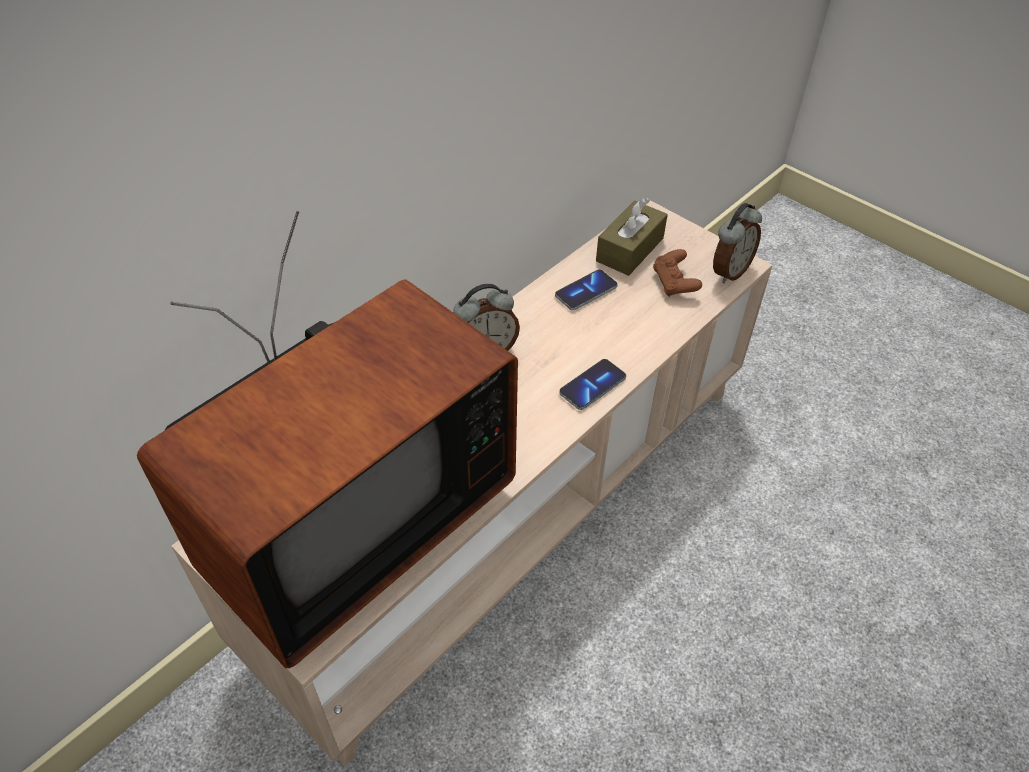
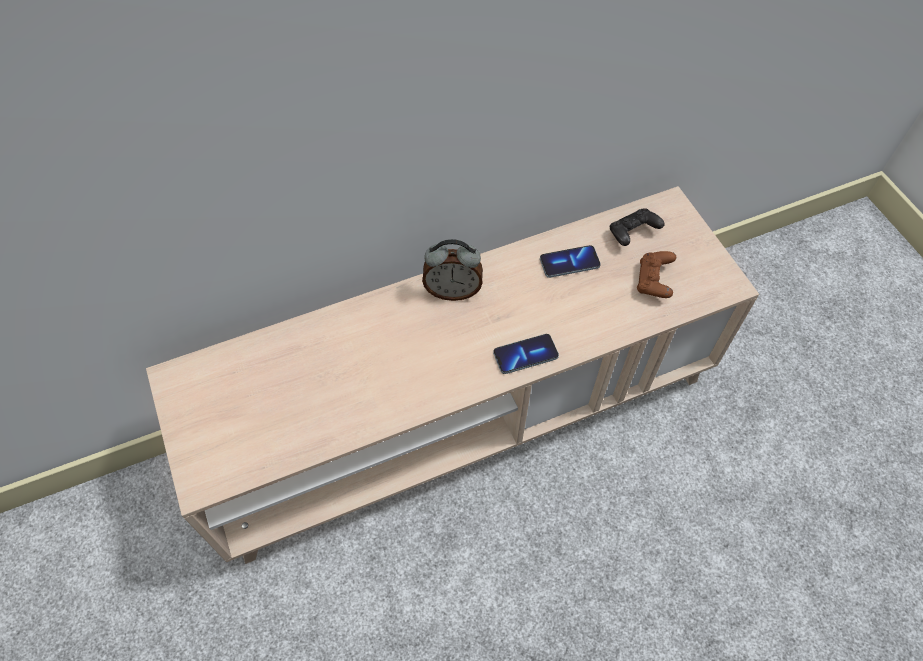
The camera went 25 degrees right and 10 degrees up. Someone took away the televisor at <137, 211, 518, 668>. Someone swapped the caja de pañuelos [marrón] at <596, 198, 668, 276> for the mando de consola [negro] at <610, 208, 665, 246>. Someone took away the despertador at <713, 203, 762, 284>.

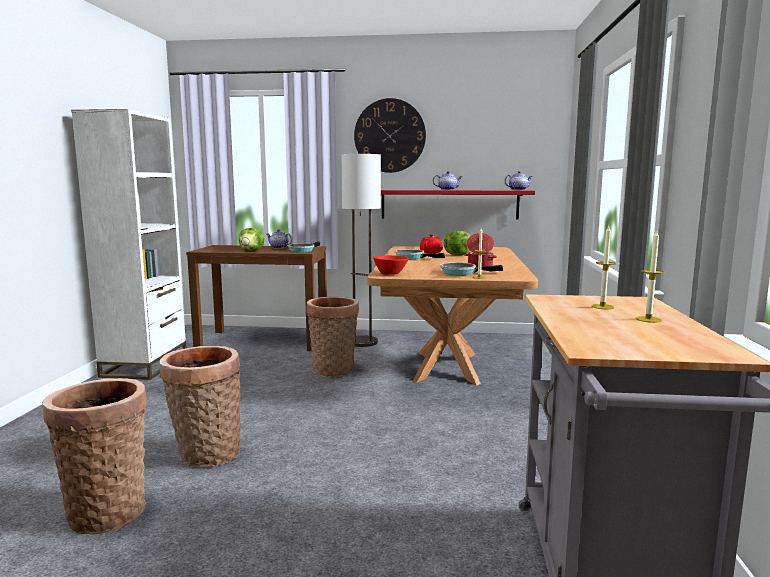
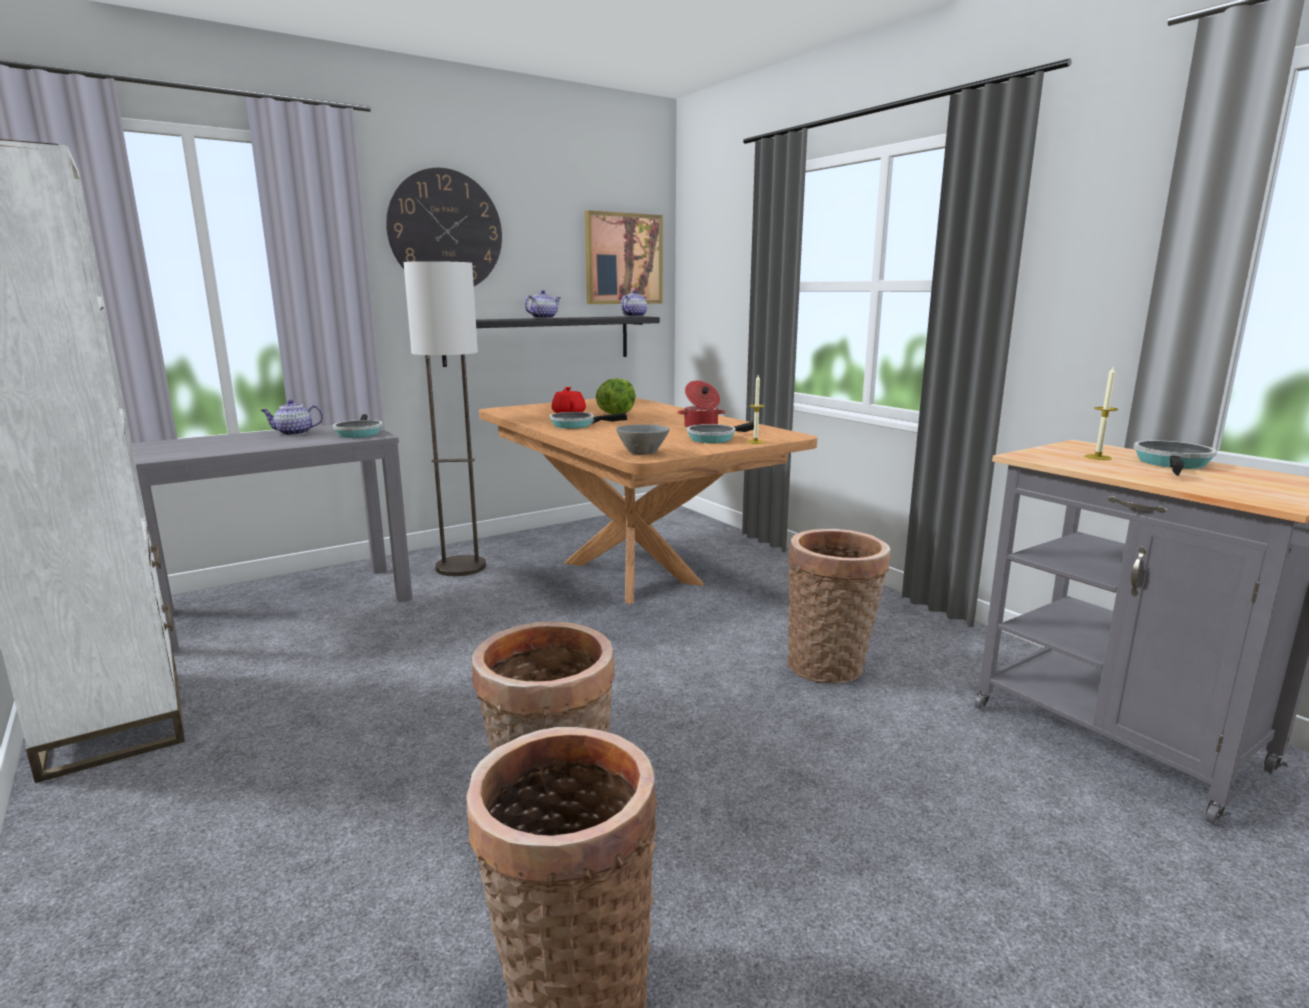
The camera went 40 degrees left and 5 degrees up. Someone repainted the mesa consola [marrón] at <186, 245, 327, 351>, which became the mesa consola [gris] at <132, 425, 413, 652>. Someone took away the lechuga at <239, 228, 264, 251>. Someone carried the cesta from <306, 297, 359, 377> to <787, 529, 891, 684>. Someone repainted the cuenco [rojo] at <373, 255, 408, 275>, which became the cuenco [gris] at <616, 424, 669, 455>. Someone repainted the estante [rojo] at <381, 190, 535, 220>, which became the estante [negro] at <442, 316, 660, 367>. Someone swapped the vela at <635, 230, 664, 323> for the sartén at <1133, 440, 1217, 476>. Someone put up the cuadro at <585, 210, 663, 304>.

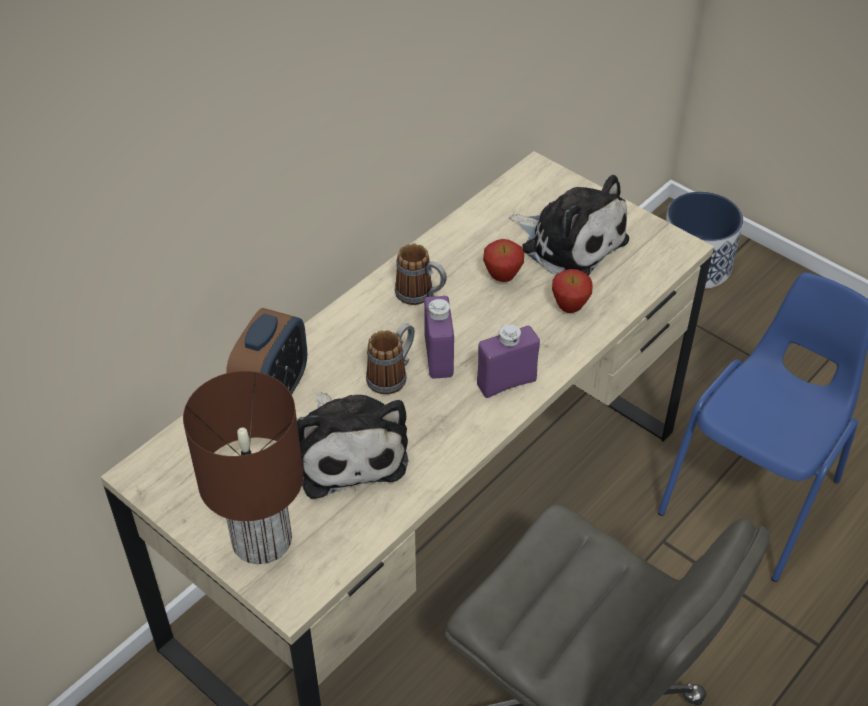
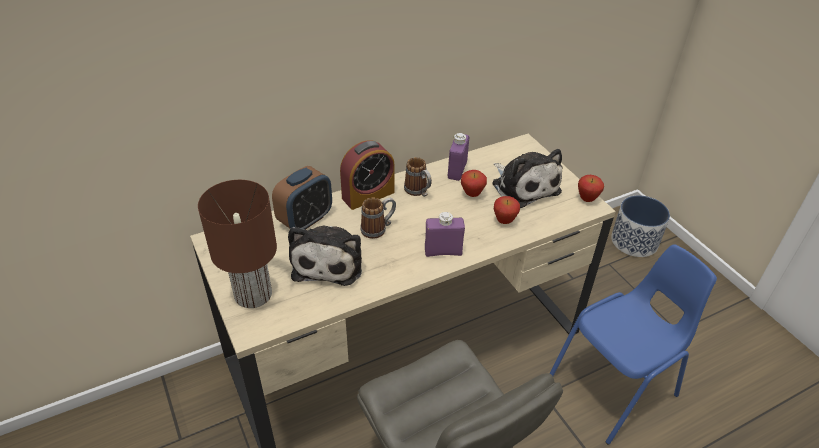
The camera went 20 degrees right and 5 degrees down. Someone carried the botella [morado] from <424, 296, 454, 378> to <448, 133, 469, 181>. Someone put down the despertador at <340, 140, 395, 210>. Someone put down the manzana at <578, 175, 604, 202>.

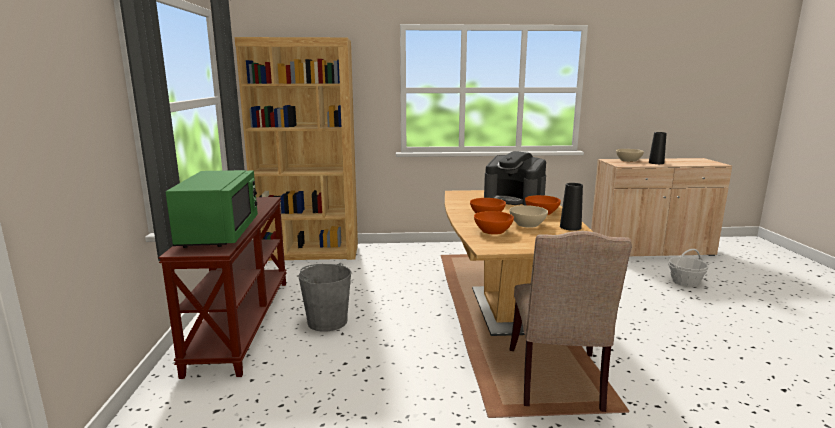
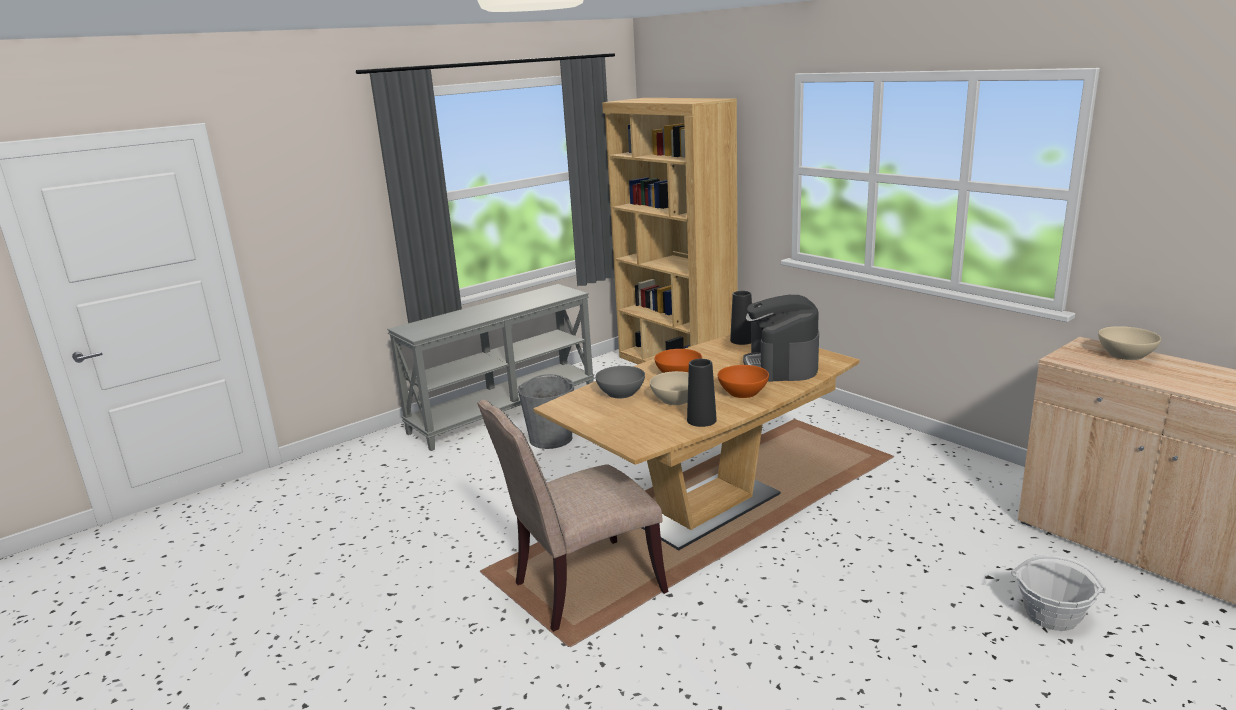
The camera went 55 degrees right and 5 degrees up. Someone repainted the mesa consola [marrón] at <159, 197, 287, 379>, which became the mesa consola [gris] at <387, 284, 595, 451>. Someone took away the microondas [verde] at <166, 170, 258, 248>. Someone repainted the cuenco [naranja] at <474, 211, 514, 235>, which became the cuenco [gris] at <595, 366, 645, 398>. Someone carried the florero [negro] from <649, 132, 667, 164> to <730, 291, 752, 345>.

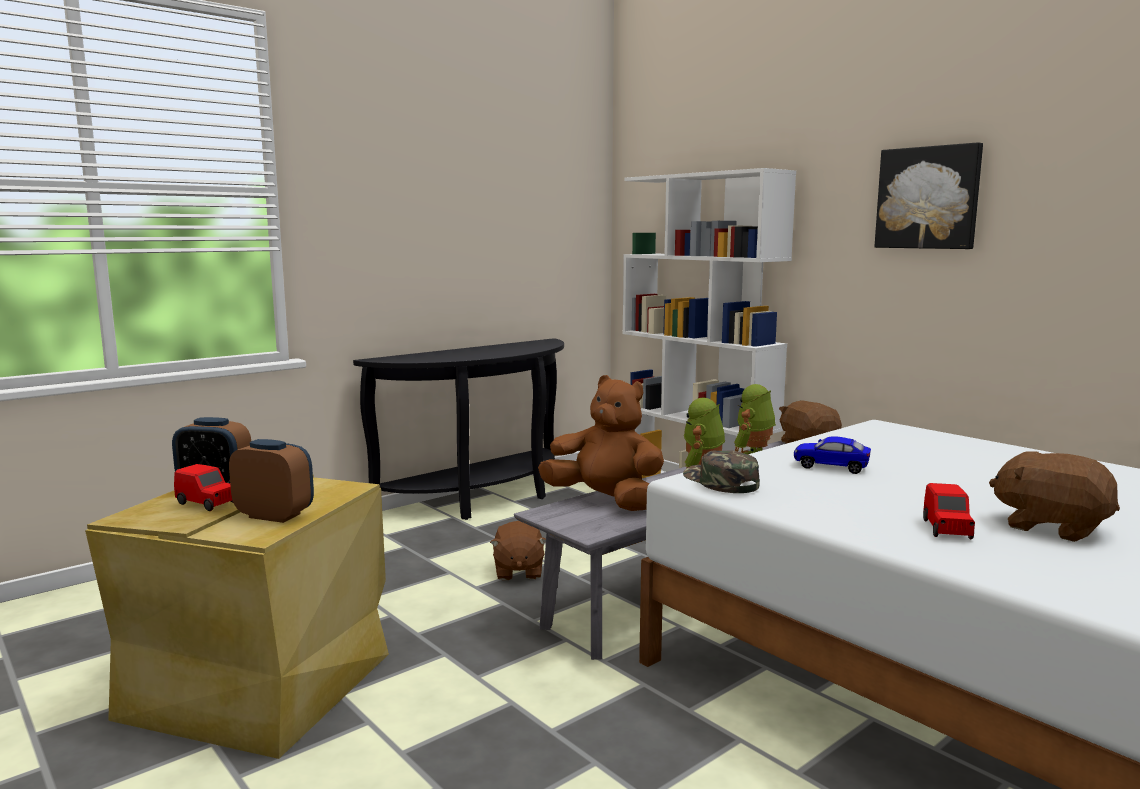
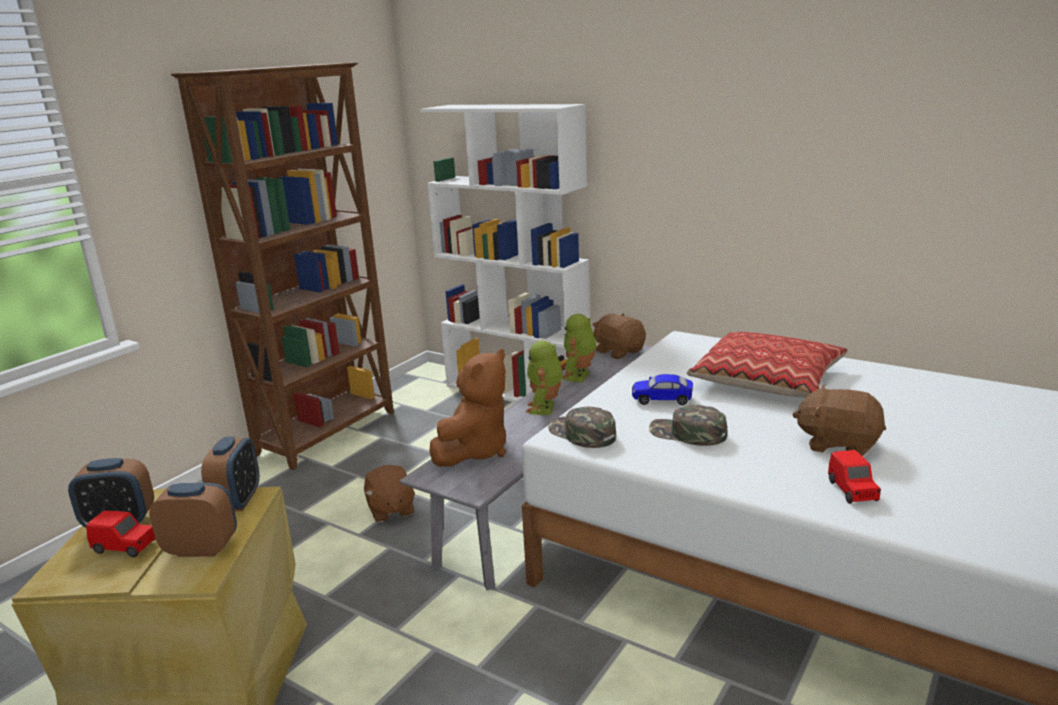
The camera went 15 degrees left and 10 degrees up. Someone swapped the mesa consola [negro] at <353, 338, 564, 520> for the estantería [marrón] at <171, 63, 394, 470>. Someone rotated the peluche [marrón] at <538, 375, 664, 511> by 105 degrees clockwise. Someone took away the cuadro at <875, 142, 983, 249>. Someone carried the coche de juguete [rojo] from <923, 483, 975, 539> to <828, 450, 881, 504>. Someone put down the despertador at <201, 437, 259, 511>. Someone put down the gorra [verde] at <649, 405, 727, 446>. Someone put down the cojín at <687, 332, 848, 398>.

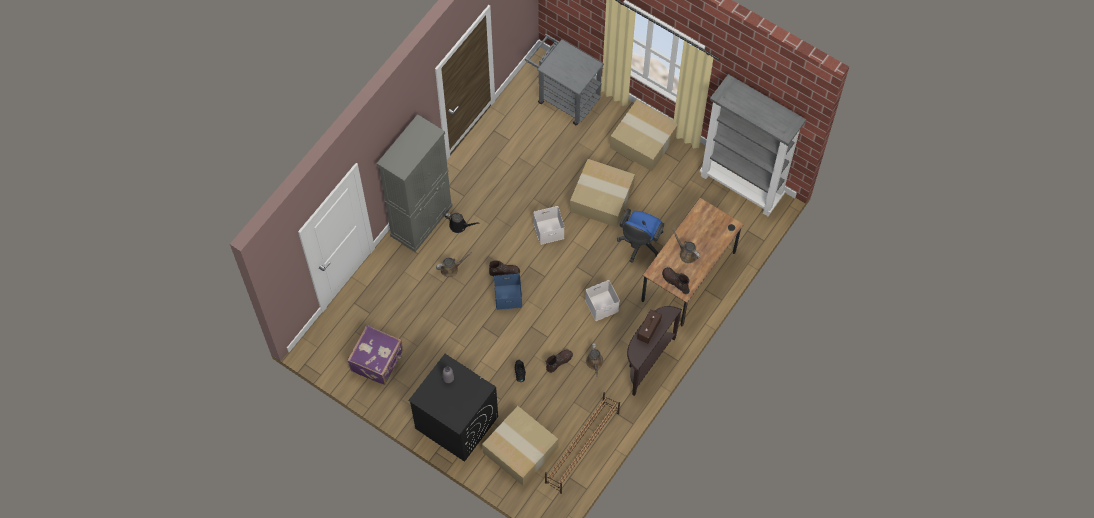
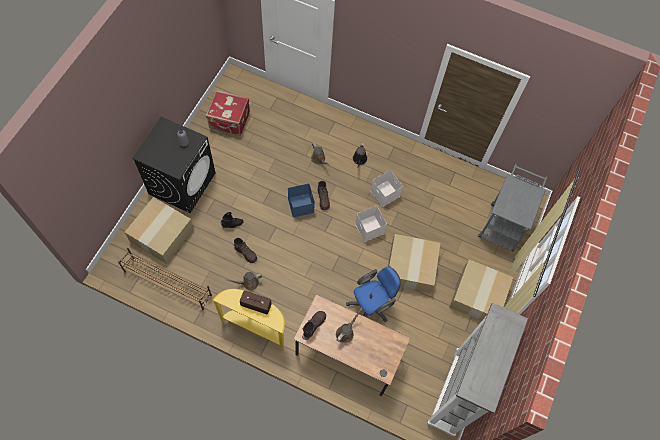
The camera went 75 degrees right and 0 degrees up. Someone repainted the maleta [morado] at <347, 325, 403, 385>, which became the maleta [rojo] at <206, 90, 250, 136>. Someone took away the armario [gris] at <377, 114, 453, 252>. Someone carried the caja de almacenaje [blanco] from <585, 280, 620, 321> to <370, 170, 403, 207>. Someone rotated the silla de oficina [azul] at <617, 209, 664, 263> by 135 degrees clockwise. Someone repainted the mesa consola [marrón] at <627, 306, 682, 396>, which became the mesa consola [amarillo] at <213, 289, 285, 350>.

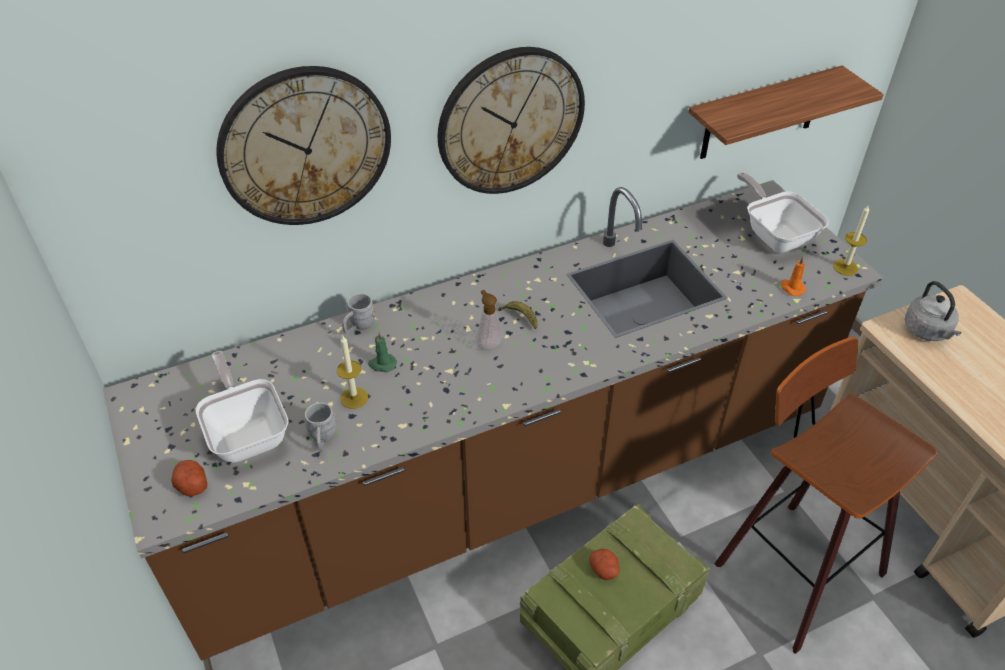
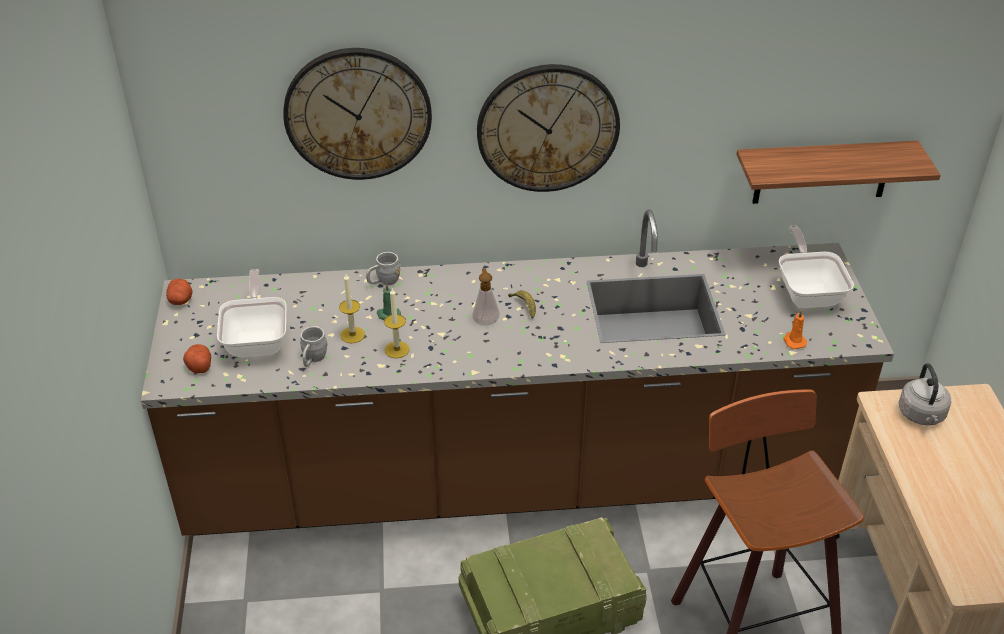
The camera went 20 degrees right and 5 degrees down. Someone carried the patata from <589, 549, 620, 580> to <166, 279, 193, 305>. Someone carried the vela from <833, 204, 869, 276> to <384, 288, 410, 358>.

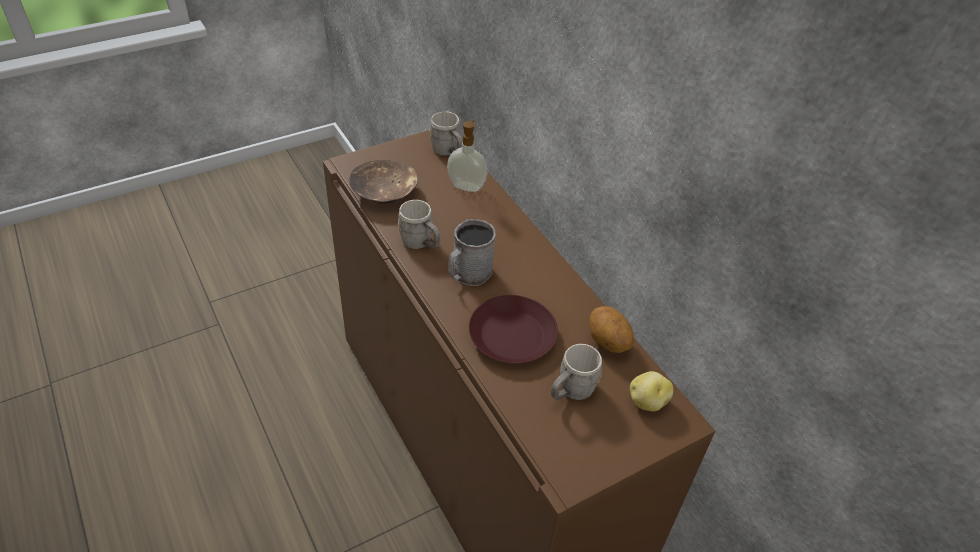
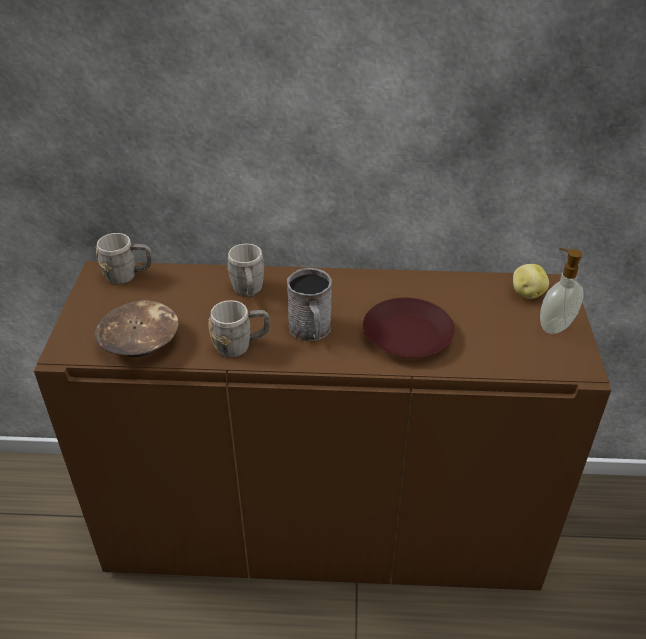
The camera went 55 degrees left and 5 degrees down. Someone carried the dispensador de jabón from <447, 119, 487, 192> to <540, 248, 584, 334>. Someone carried the taza grande [gris] from <551, 344, 602, 400> to <227, 244, 264, 297>. Someone took away the patata at <589, 306, 634, 353>.

